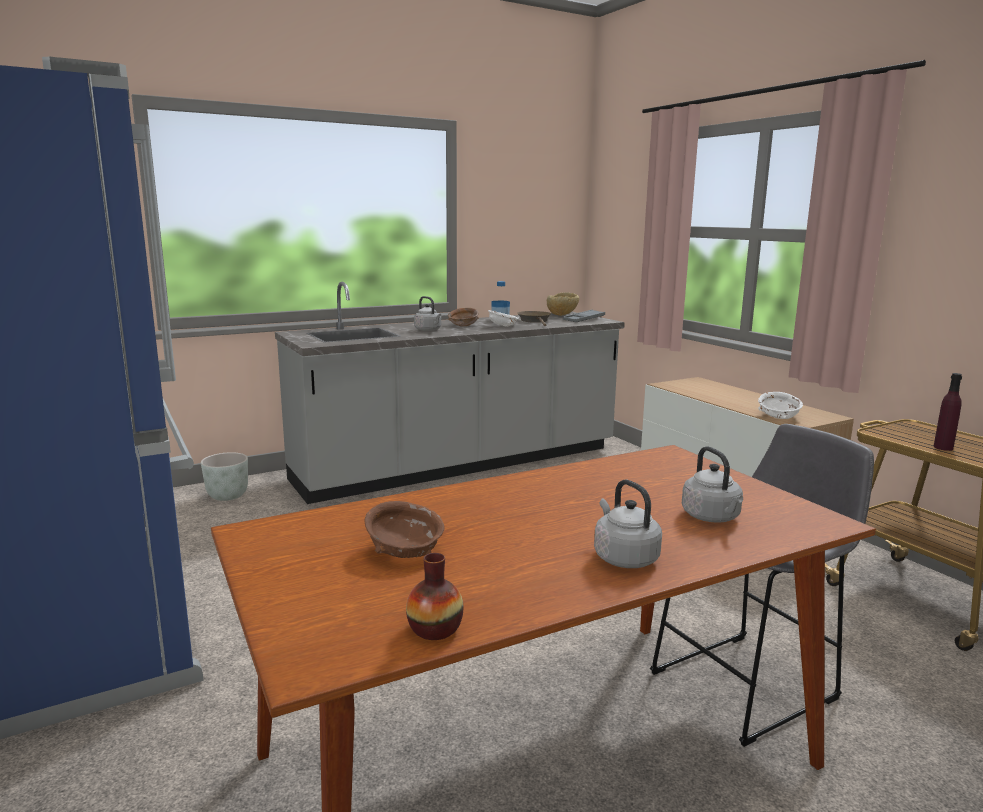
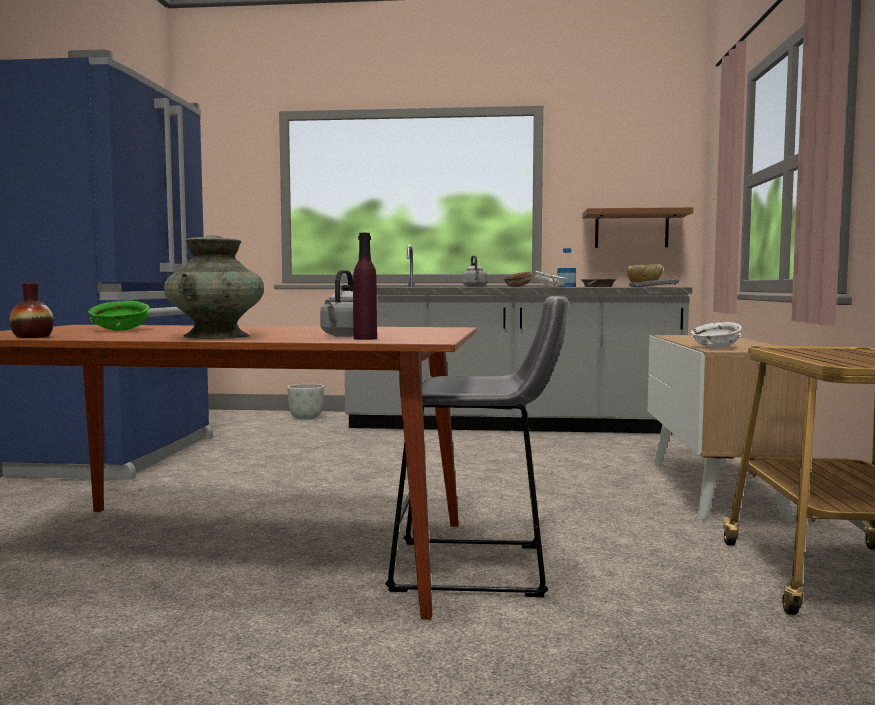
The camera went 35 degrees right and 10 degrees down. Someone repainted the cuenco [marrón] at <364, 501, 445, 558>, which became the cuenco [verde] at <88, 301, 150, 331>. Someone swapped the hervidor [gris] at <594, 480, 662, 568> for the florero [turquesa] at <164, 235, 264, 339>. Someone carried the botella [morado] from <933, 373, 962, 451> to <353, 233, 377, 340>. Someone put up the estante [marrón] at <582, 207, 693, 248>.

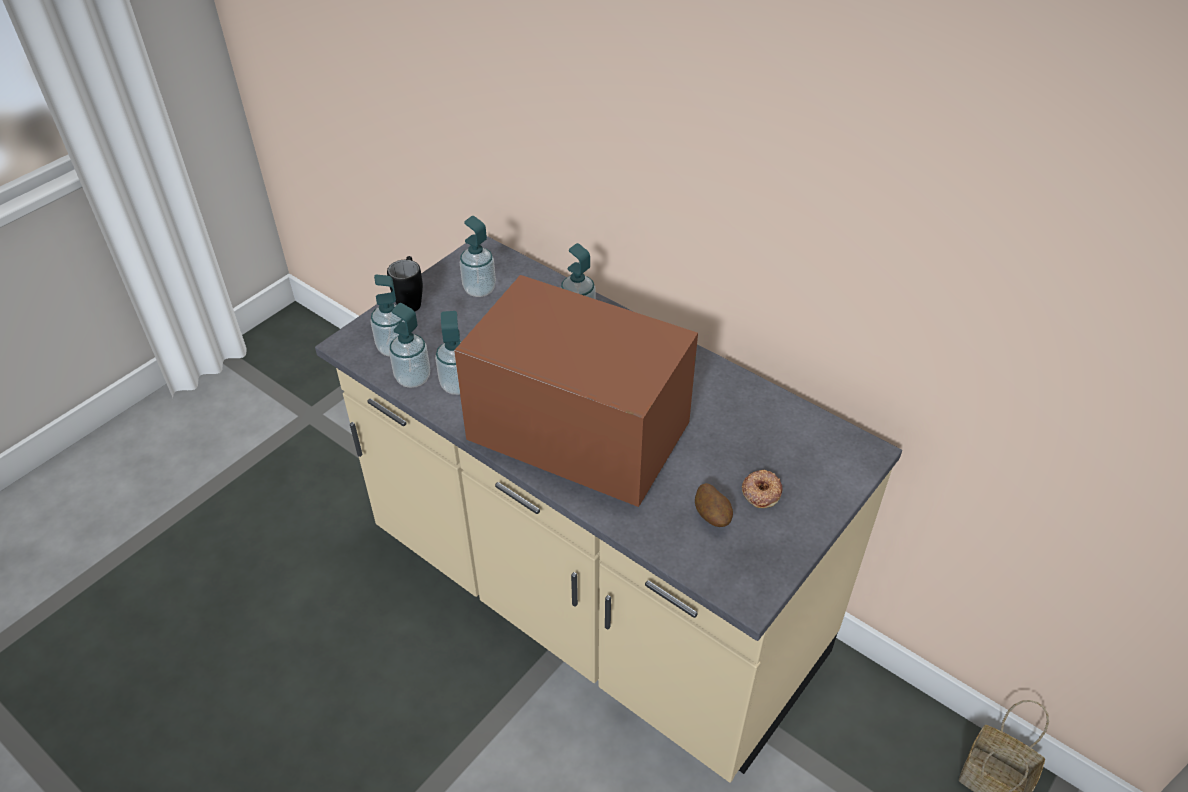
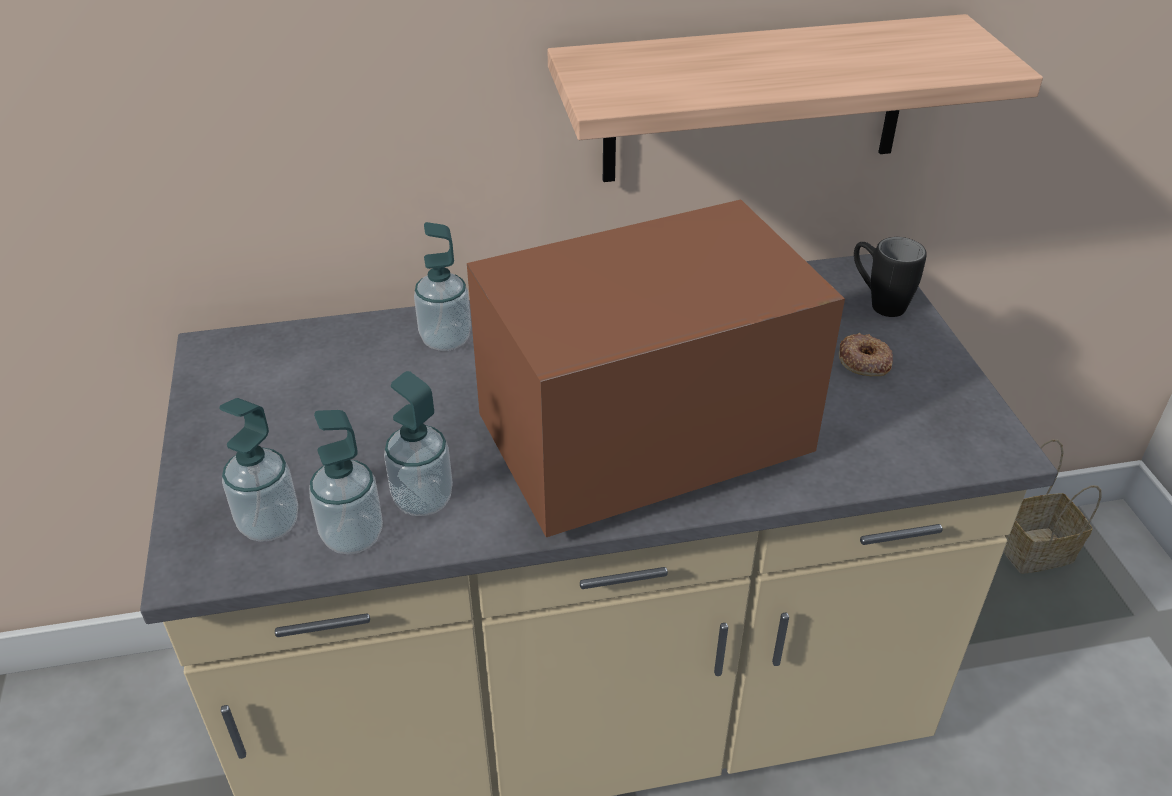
The camera went 50 degrees left and 5 degrees down. Someone carried the taza grande [negro] from <387, 256, 423, 312> to <854, 237, 927, 317>. Someone took away the dispensador de jabón at <460, 216, 496, 297>. Someone took away the patata at <695, 483, 733, 527>. Someone put up the estante at <547, 14, 1043, 182>.

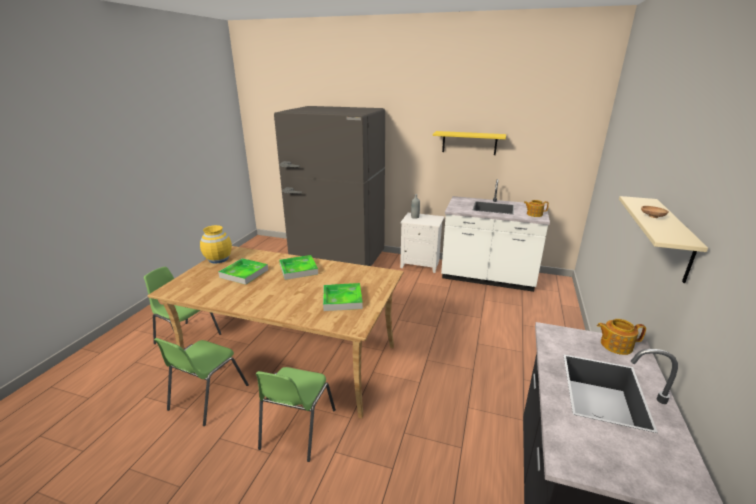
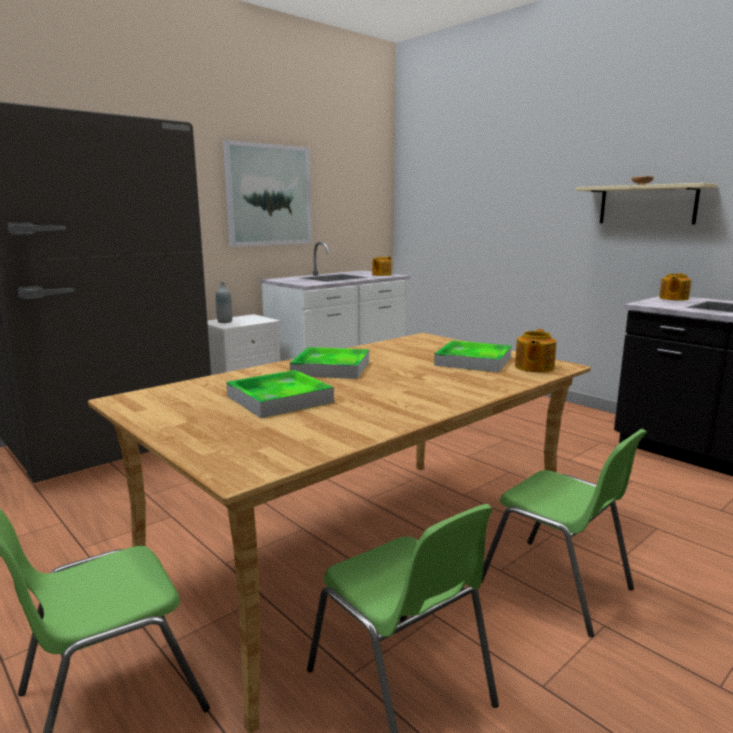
The camera went 60 degrees left and 10 degrees down. Someone took away the florero [amarillo] at <200, 225, 232, 263>. Someone swapped the estante [amarillo] at <433, 131, 506, 155> for the cuadro at <223, 140, 312, 247>. Someone put down the tetera at <515, 329, 557, 372>.

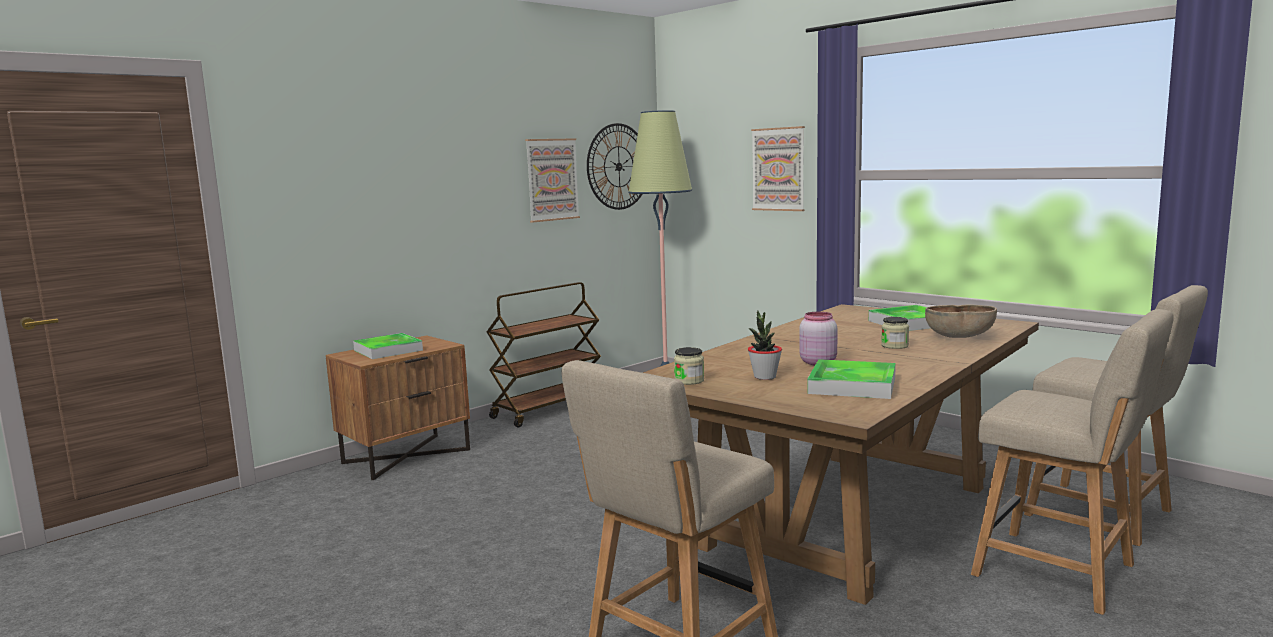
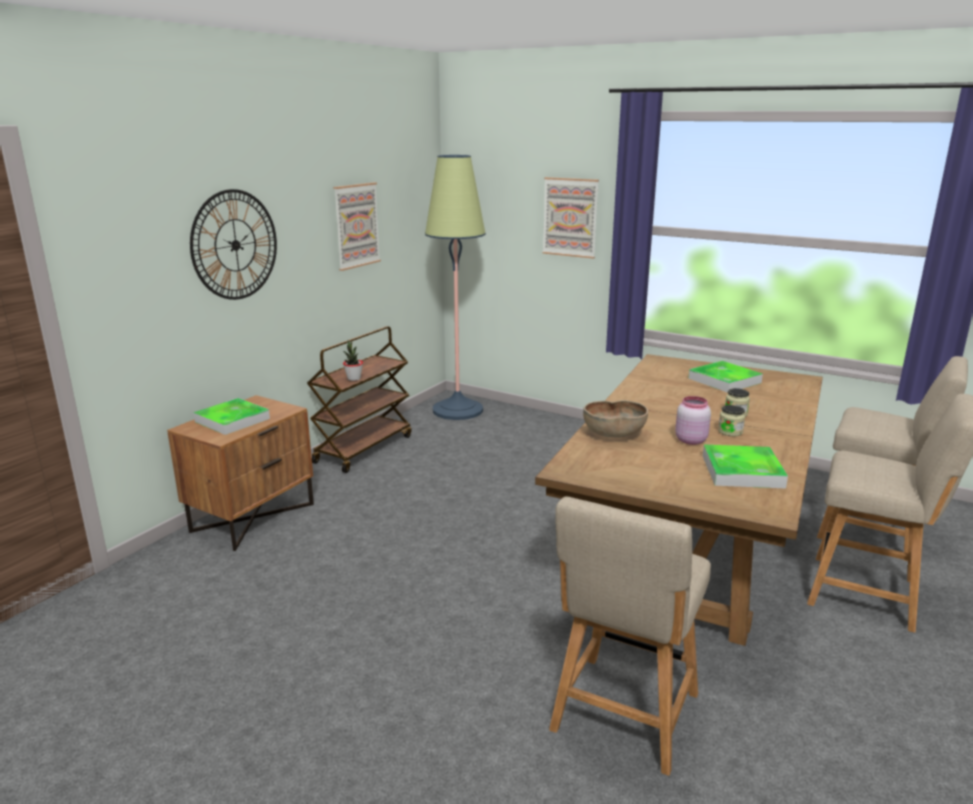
The camera went 15 degrees left and 10 degrees up. Someone carried the reloj de pared from <587, 123, 642, 210> to <190, 189, 277, 300>. Someone carried the tarro from <674, 347, 704, 385> to <718, 405, 745, 437>. Someone carried the planta en maceta from <748, 310, 782, 380> to <343, 340, 363, 381>. Someone carried the cuenco [marrón] from <925, 304, 997, 338> to <583, 400, 648, 438>.

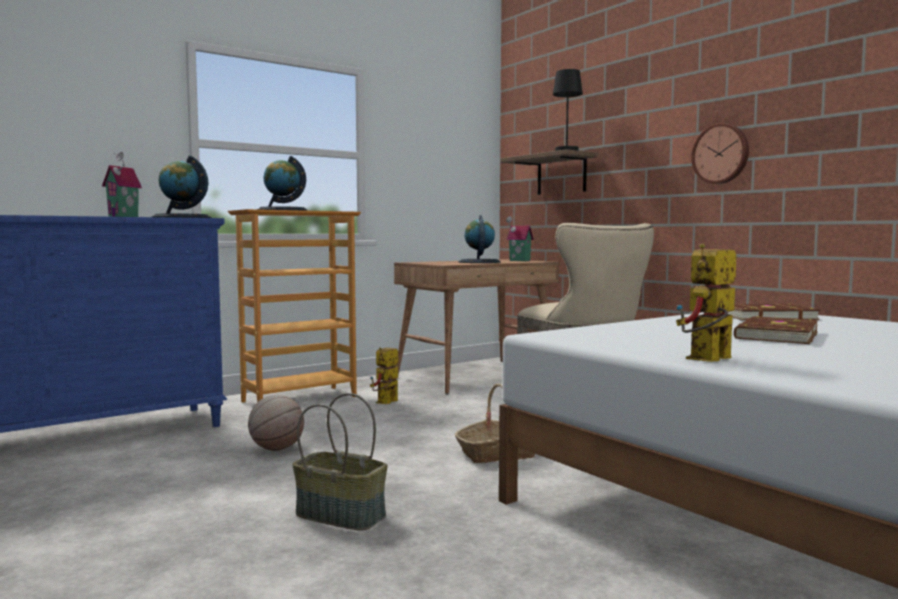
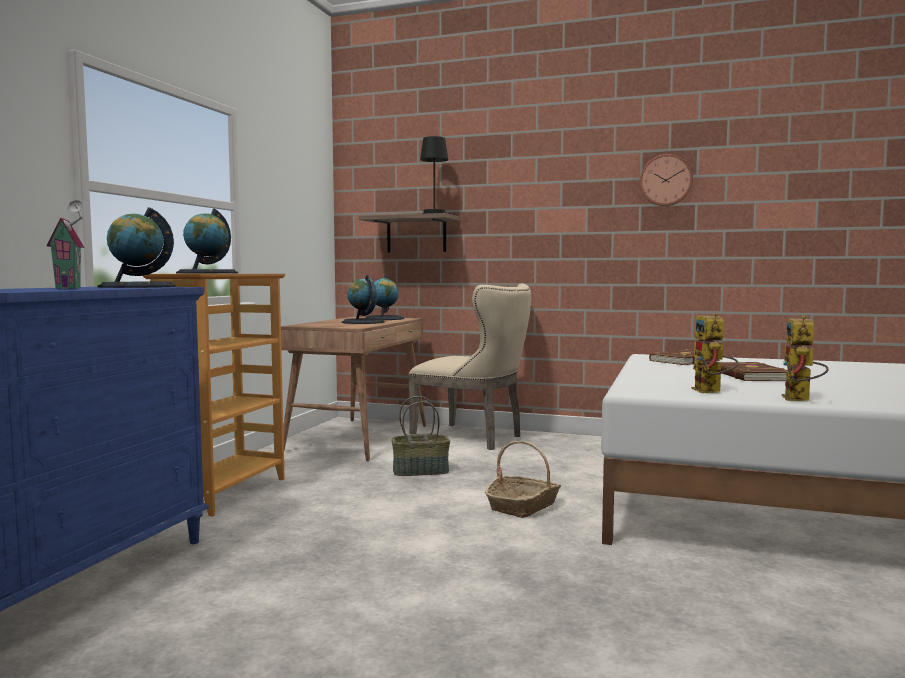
The camera went 35 degrees left and 0 degrees up. Someone took away the balón de baloncesto at <248, 395, 304, 451>. Someone carried the cesta from <292, 393, 387, 531> to <391, 396, 450, 476>. Someone carried the robot de juguete from <370, 347, 398, 404> to <691, 313, 738, 393>. Someone swapped the casita at <506, 216, 534, 261> for the globo terráqueo at <365, 275, 404, 320>. Someone carried the reloj de pared from <691, 123, 749, 184> to <640, 154, 693, 206>.

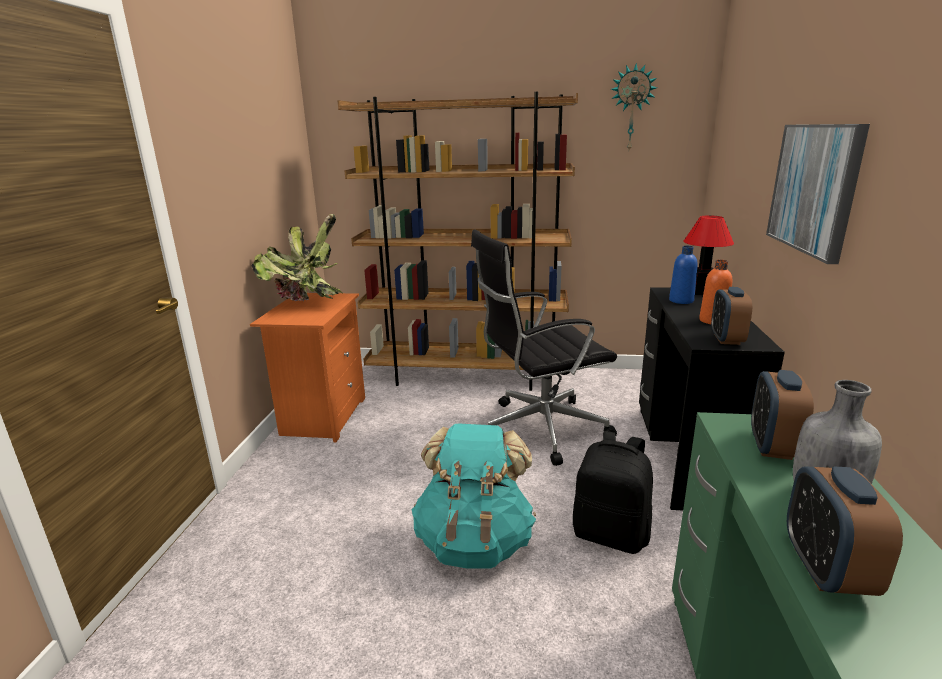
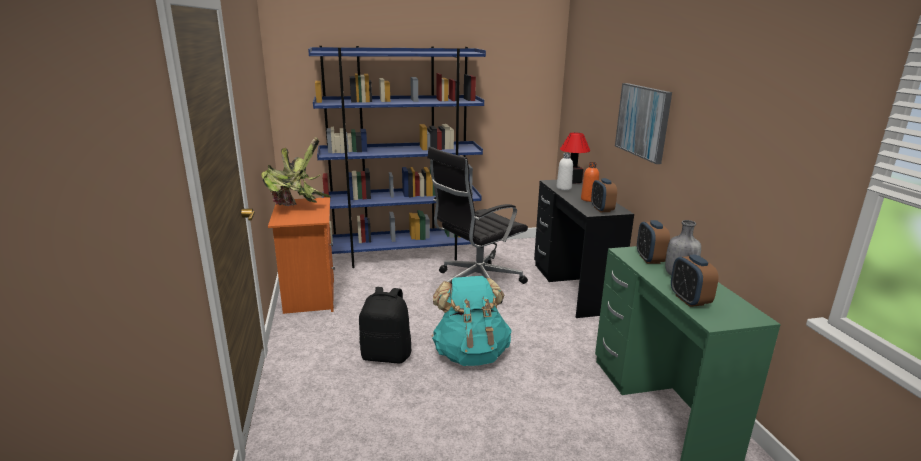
The camera went 20 degrees left and 0 degrees up. Someone repainted the estantería [marrón] at <337, 92, 578, 391>, which became the estantería [azul] at <308, 46, 486, 268>. Someone carried the mochila [negro] from <573, 431, 653, 554> to <359, 287, 411, 364>. Someone took away the reloj de pared at <611, 63, 657, 150>. Someone repainted the botella [azul] at <669, 246, 698, 304>, which became the botella [blanco] at <556, 153, 573, 190>.

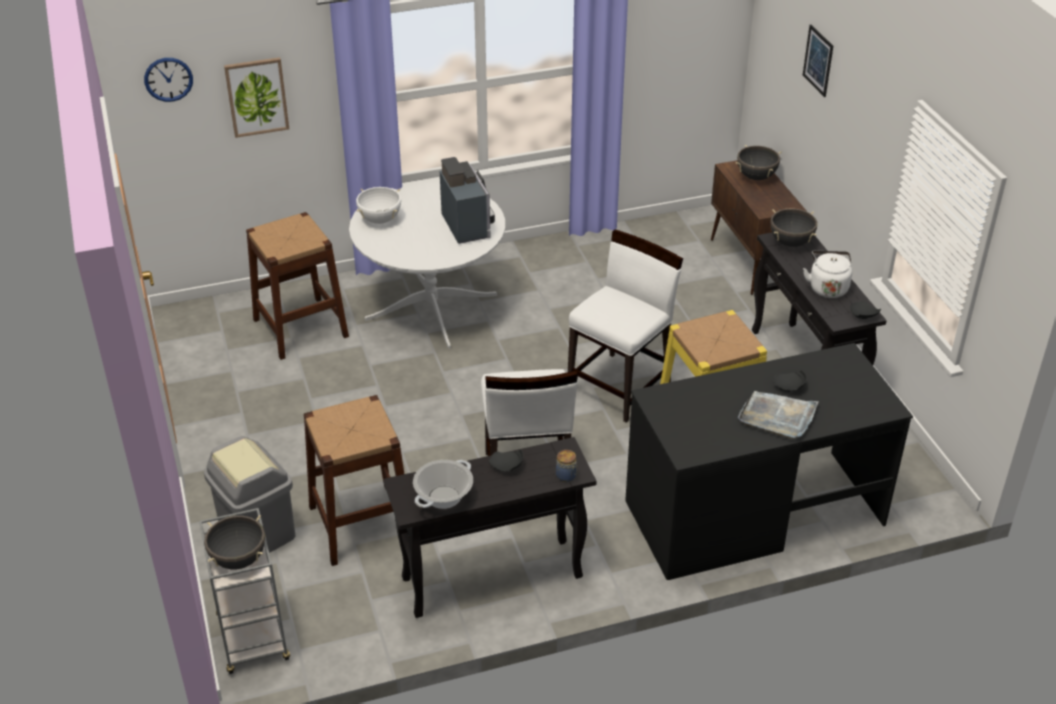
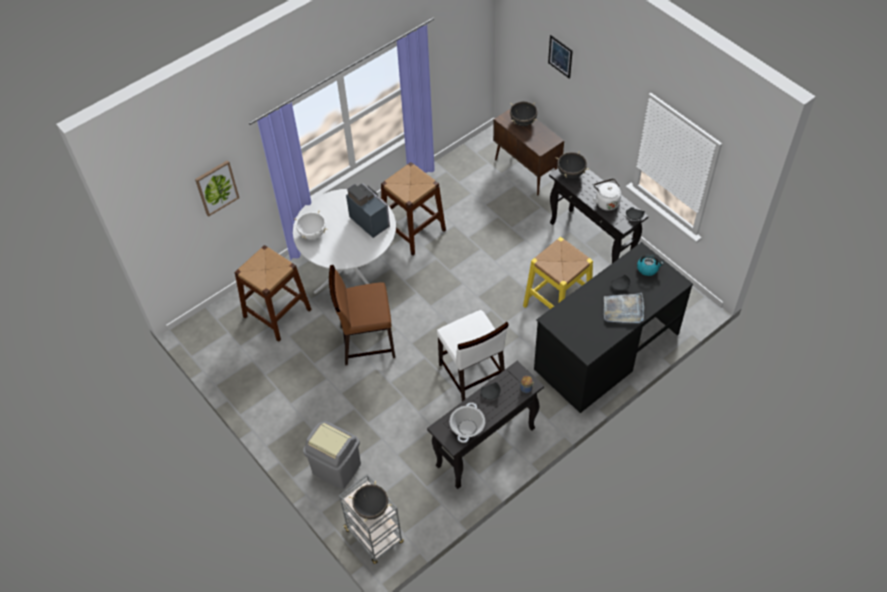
The camera went 20 degrees left and 15 degrees up. Someone took away the reloj de pared at <144, 58, 193, 102>. Someone carried the taburete [marrón] from <304, 395, 410, 566> to <381, 162, 446, 256>. Someone took away the silla [blanco] at <568, 229, 683, 423>. Someone put down the silla [marrón] at <329, 265, 395, 365>. Someone put down the hervidor at <637, 255, 664, 276>.

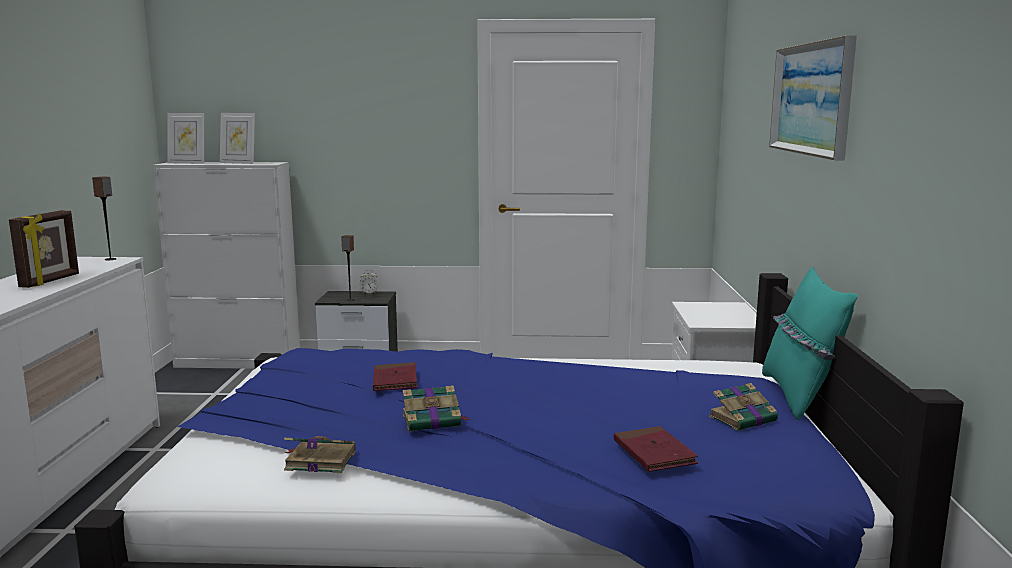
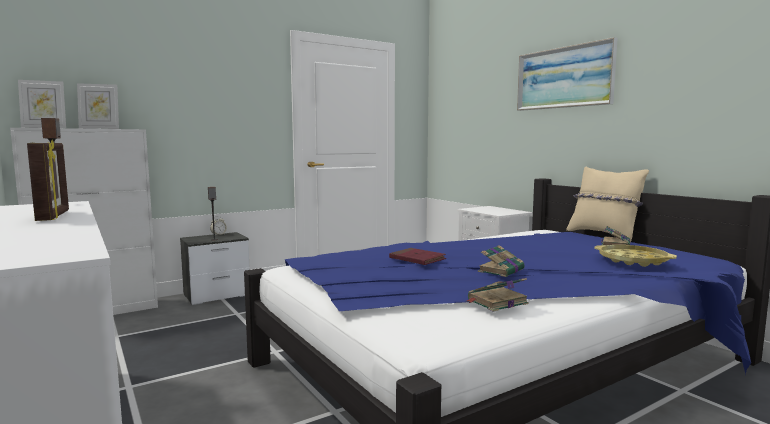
The camera went 35 degrees left and 5 degrees down. Someone swapped the libro [rojo] at <614, 426, 698, 472> for the bandeja [amarillo] at <594, 245, 677, 267>. Someone repainted the cojín [turquesa] at <762, 267, 858, 420>, which became the cojín [beis] at <566, 166, 649, 242>.

